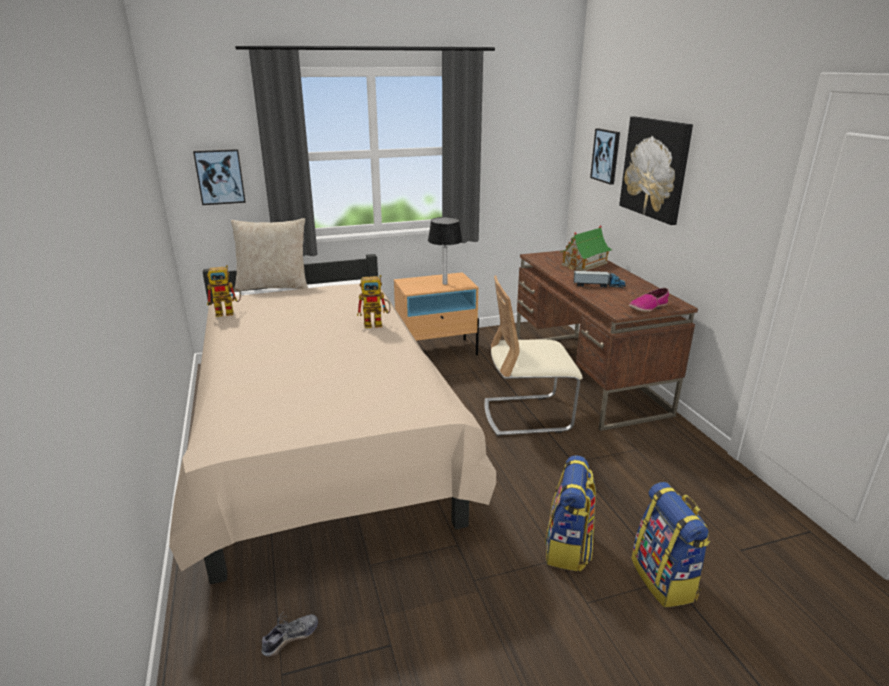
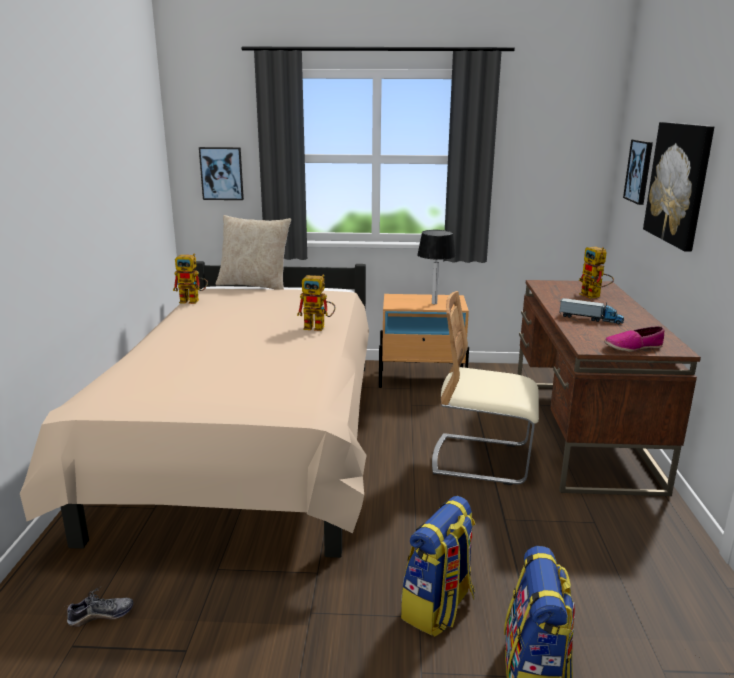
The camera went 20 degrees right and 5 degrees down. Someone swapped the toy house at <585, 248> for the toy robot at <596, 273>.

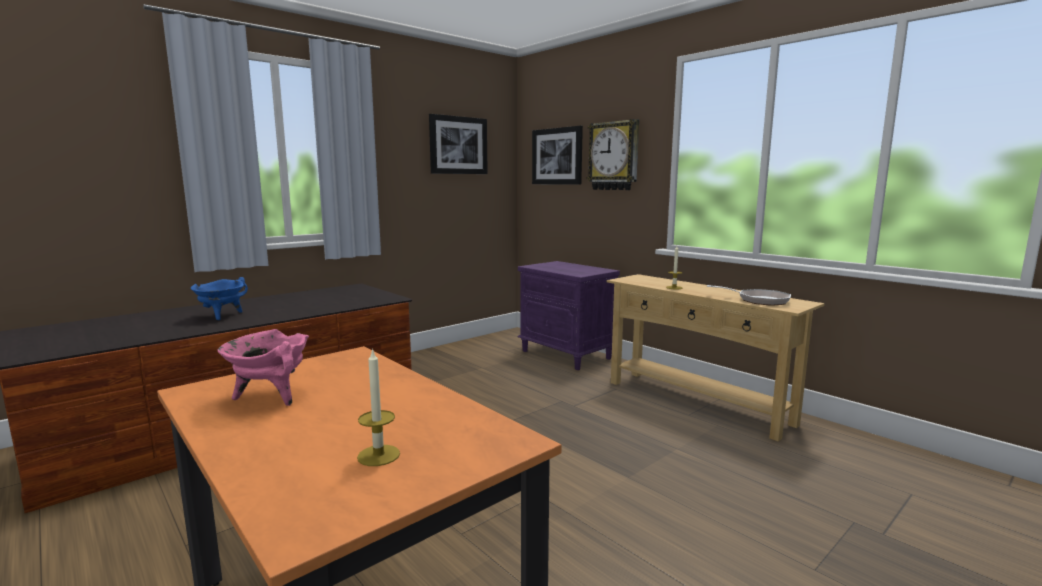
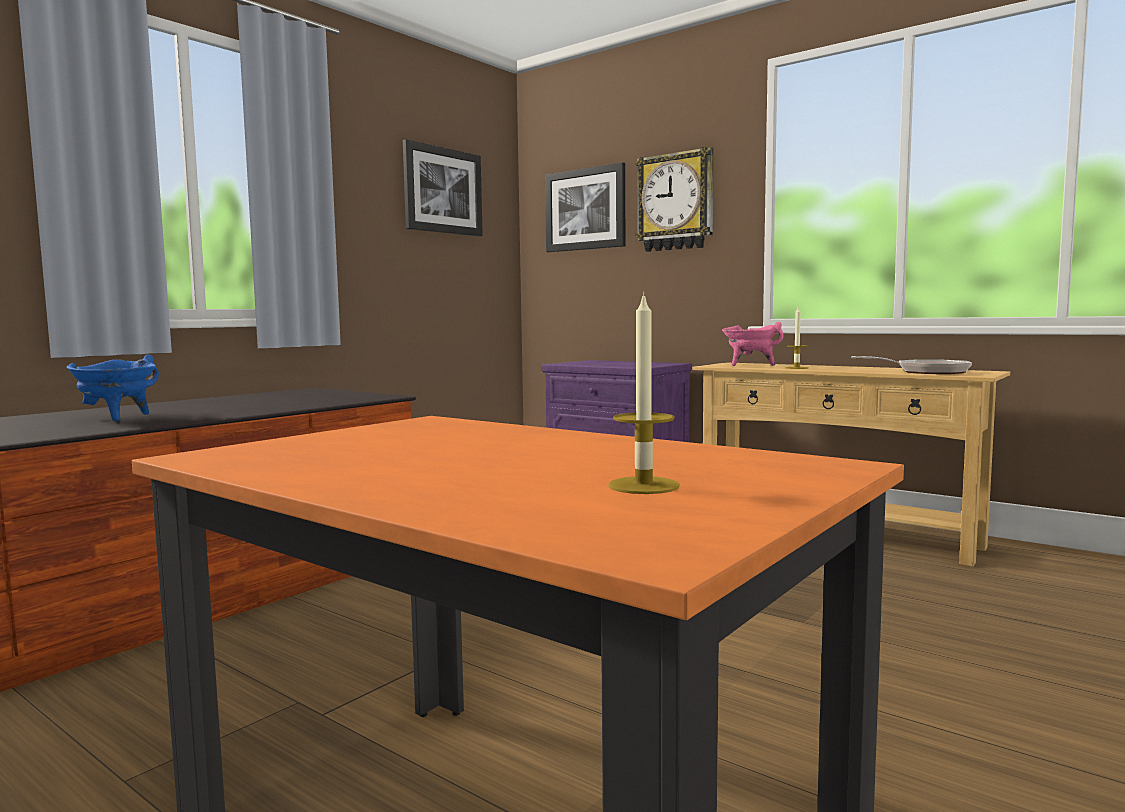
The camera went 10 degrees left and 5 degrees down. Someone carried the pink cooking pot from <263, 367> to <753, 344>.

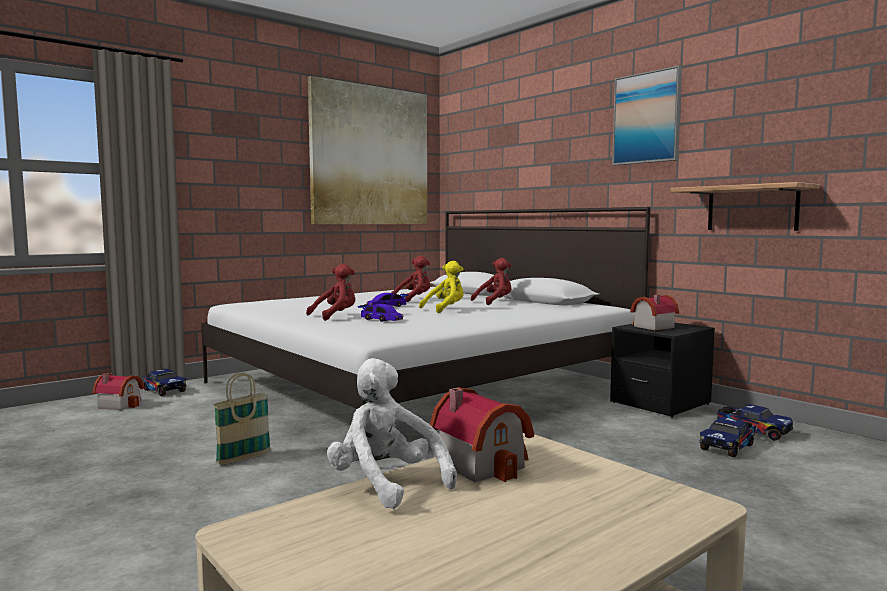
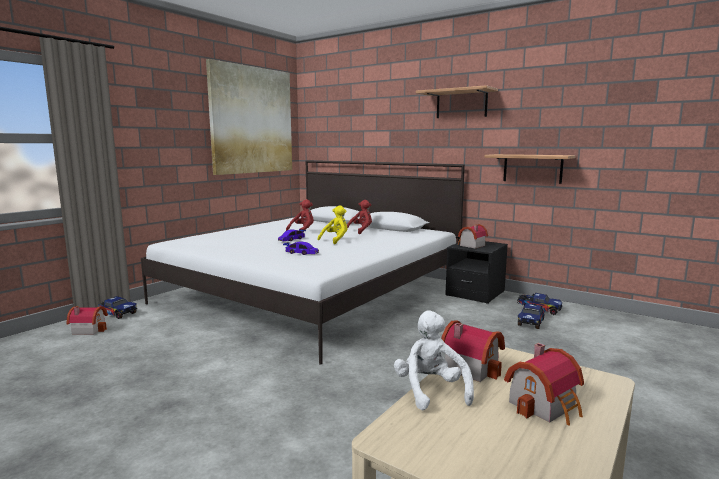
The camera went 15 degrees left and 5 degrees up. Someone took away the basket at <242, 419>. Someone took away the red plush toy at <330, 292>. Someone put down the toy house at <544, 384>. Someone swapped the picture at <647, 115> for the shelf at <457, 101>. Someone rotated the white plush toy at <392, 433> by 45 degrees clockwise.

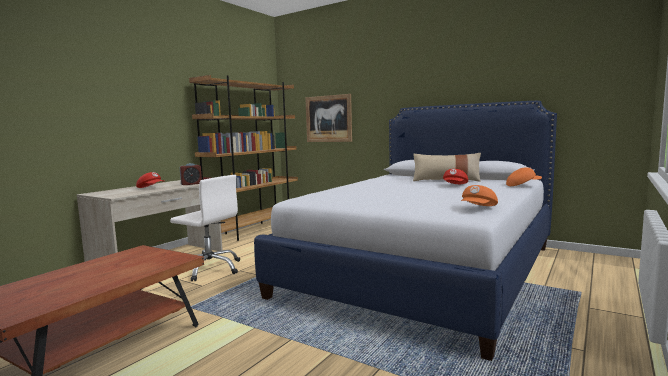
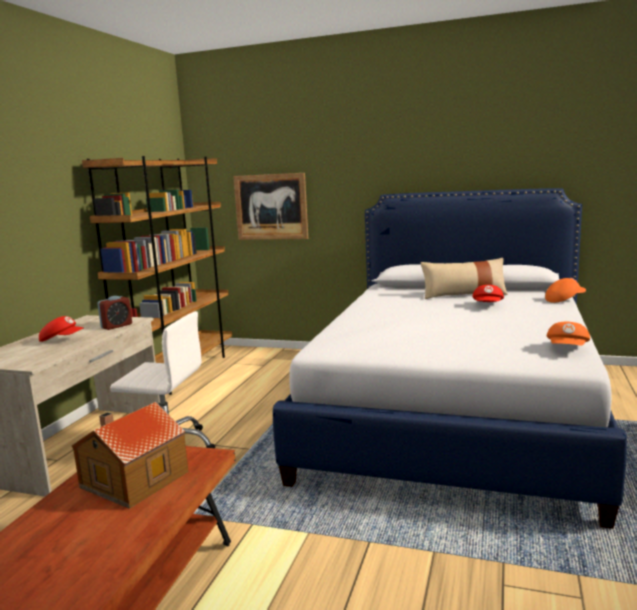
The camera went 15 degrees left and 5 degrees up. Someone put down the toy house at <129, 455>.

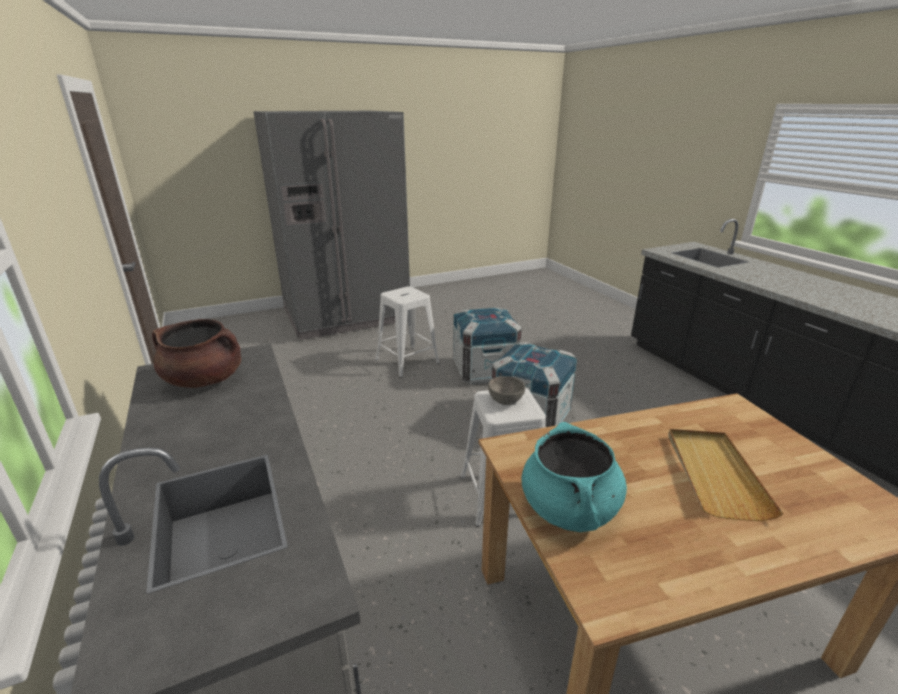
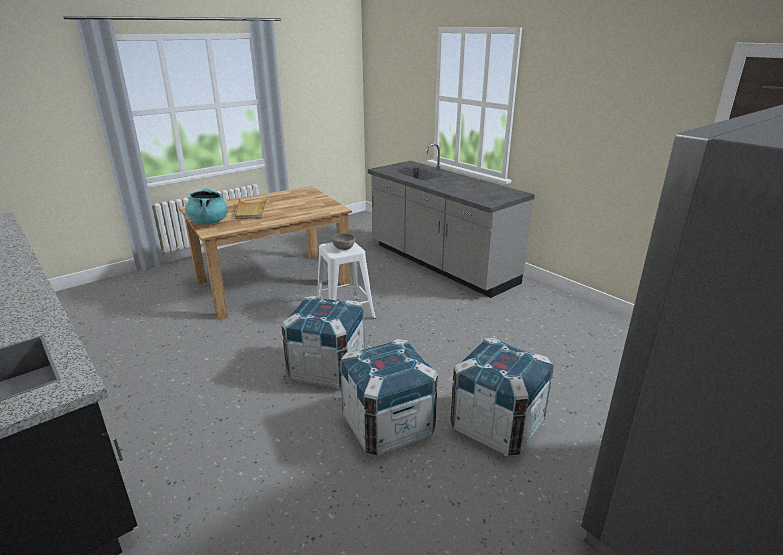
The camera went 165 degrees right and 0 degrees up. Someone took away the brown cooking pot at <196, 353>. Someone carried the turquoise cooking pot from <574, 477> to <206, 206>. Someone swapped the white stool at <407, 332> for the crate at <502, 397>.

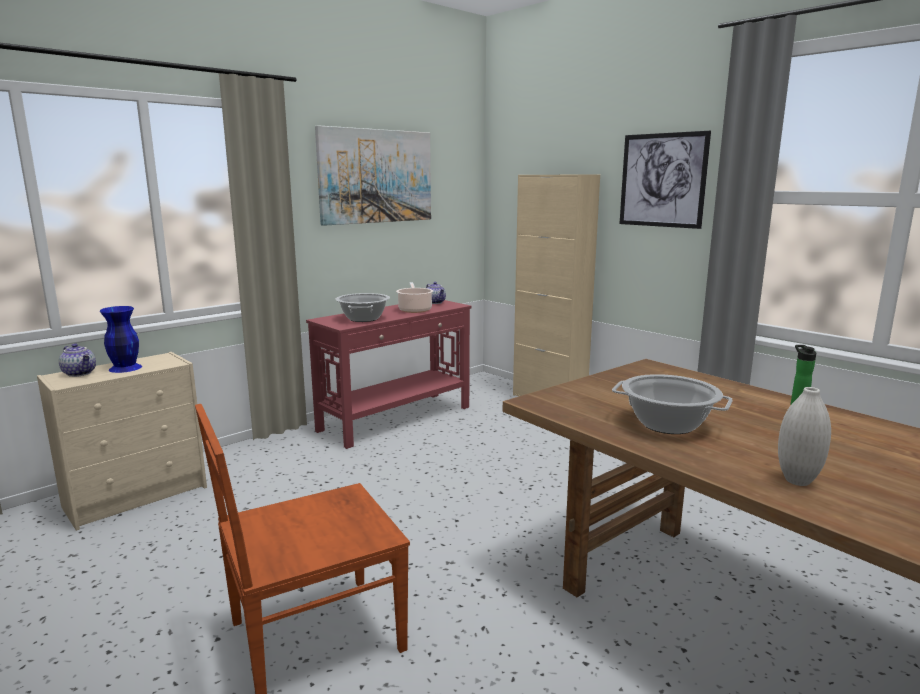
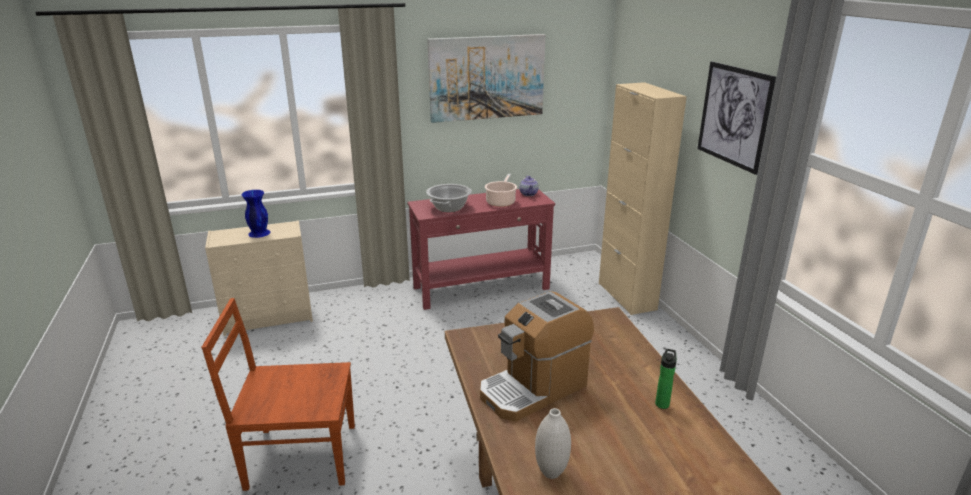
The camera went 25 degrees right and 10 degrees up. Someone took away the teapot at <77, 360>. Someone swapped the cooking pot at <672, 404> for the coffee machine at <537, 356>.

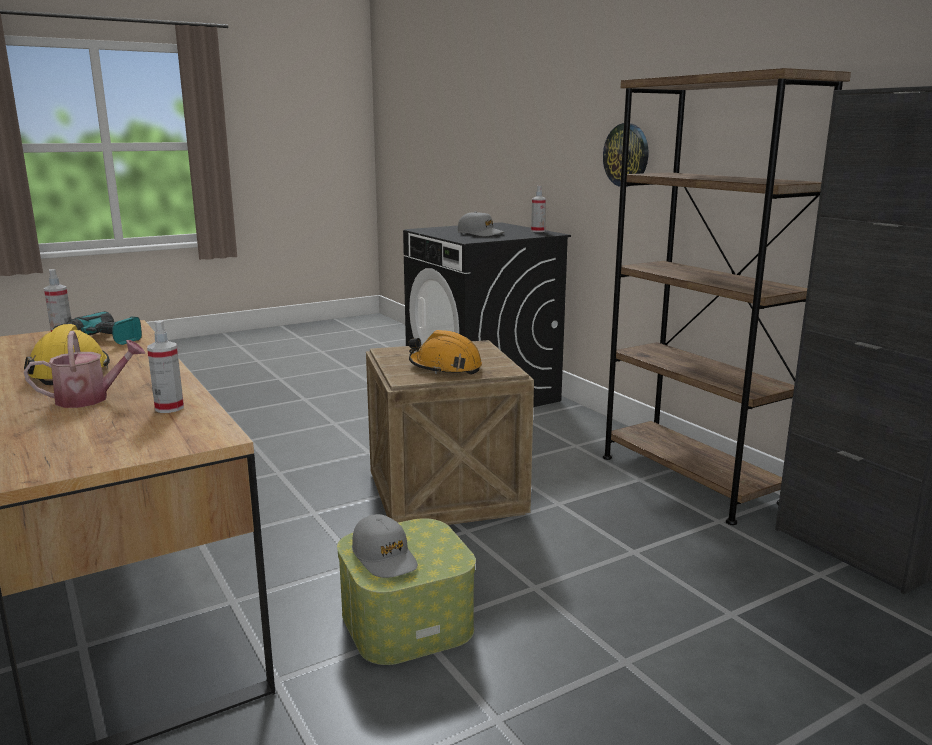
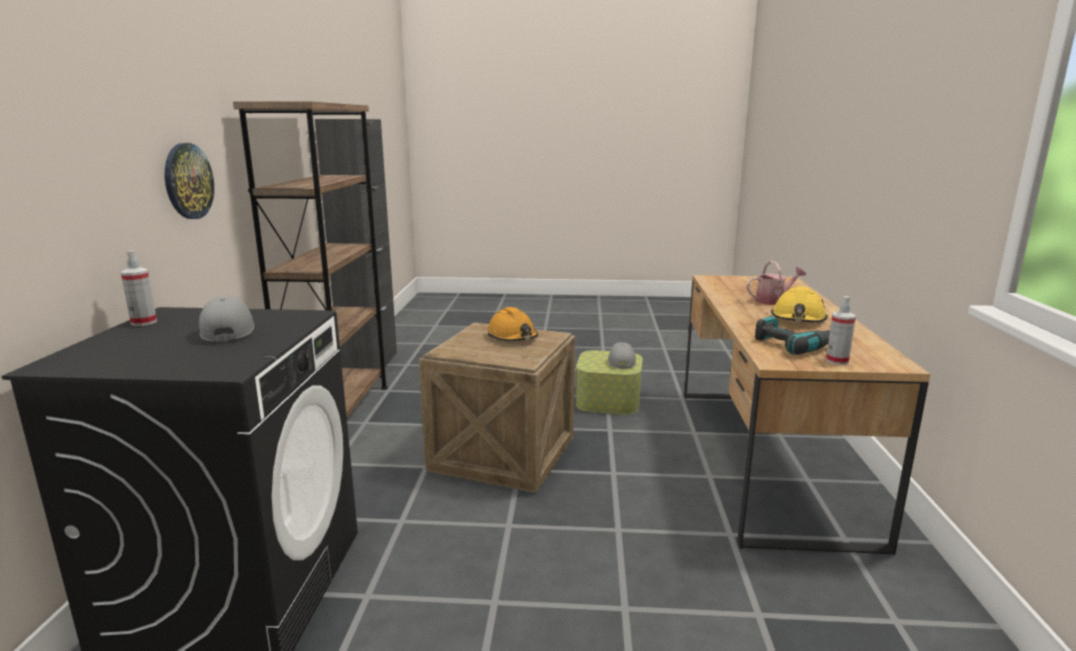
The camera went 145 degrees left and 0 degrees up. Someone took away the spray bottle at <165, 367>. Someone rotated the watering can at <85, 369> by 150 degrees clockwise.

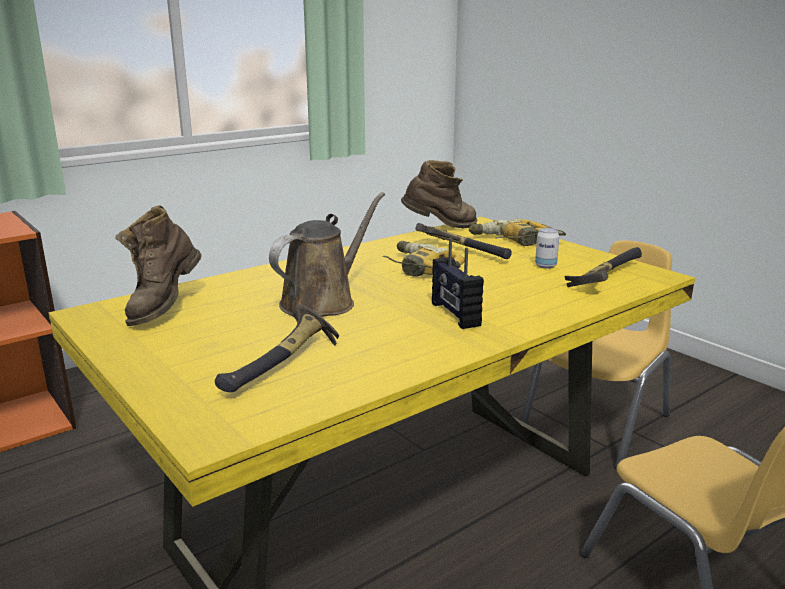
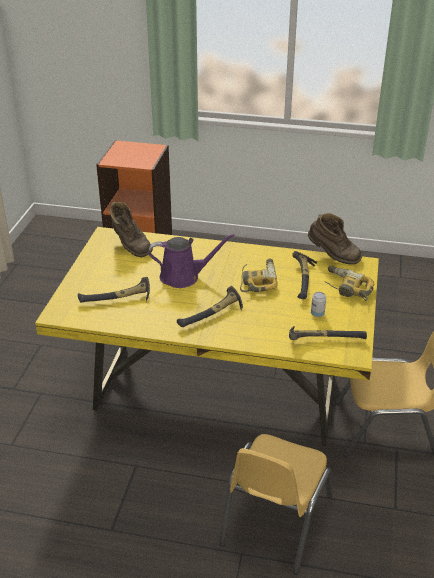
The camera went 50 degrees right and 15 degrees up. Someone swapped the radio at <458, 283> for the hammer at <210, 306>. Someone repainted the brown watering can at <327, 254>, which became the purple watering can at <191, 261>. Someone rotated the brown boot at <159, 265> by 105 degrees counterclockwise.

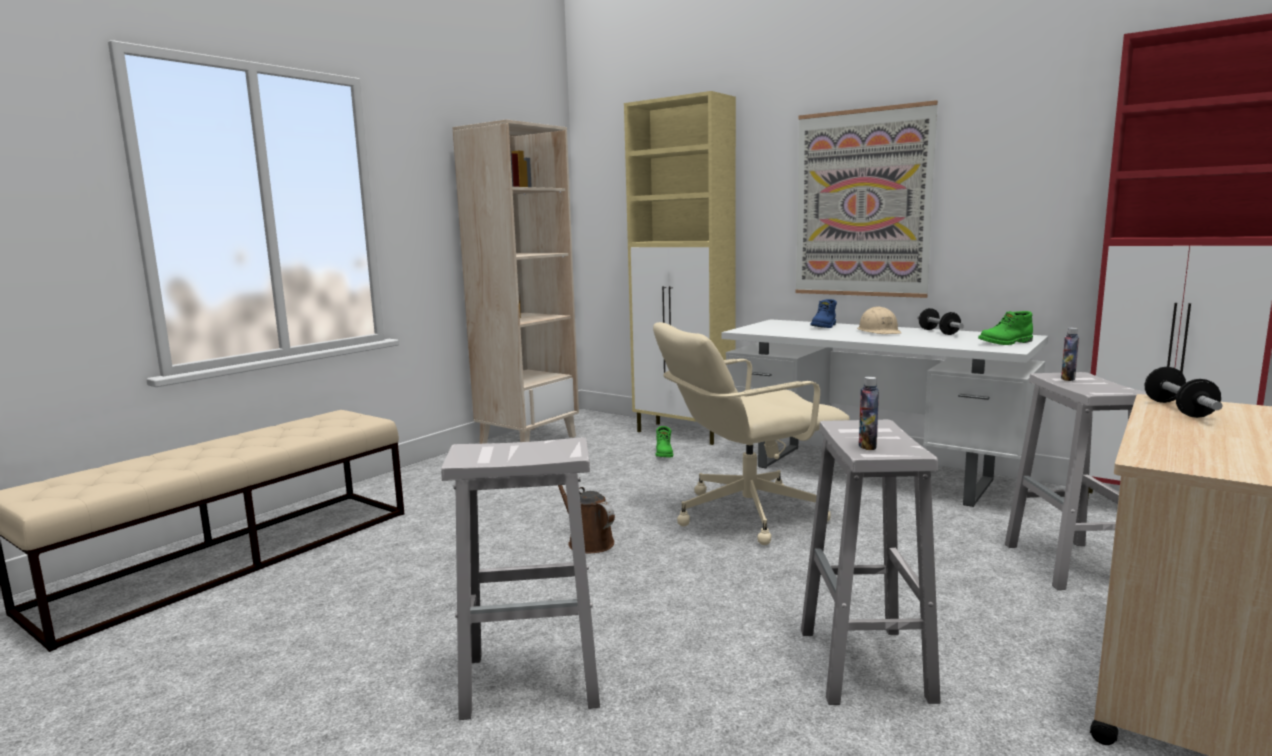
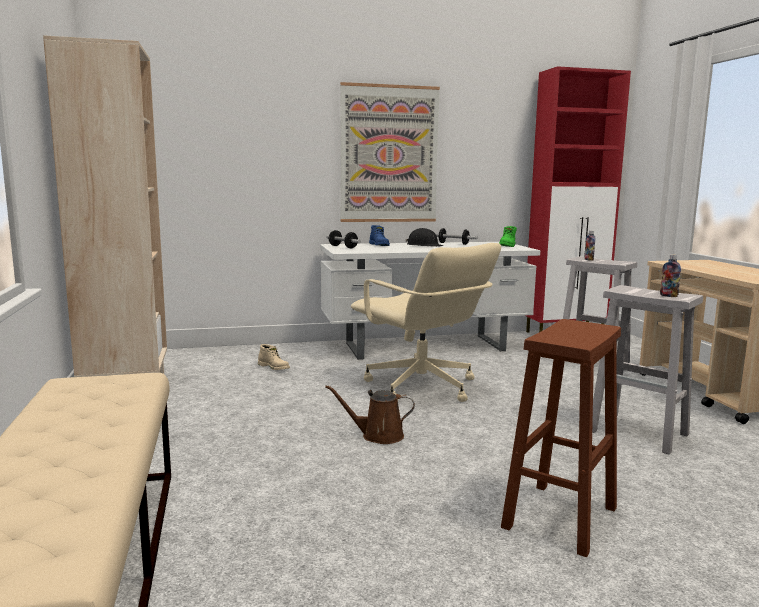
The camera went 50 degrees left and 0 degrees up. Someone took away the beige cabinet at <680, 268>. Someone carried the dumbbell from <1183, 392> to <343, 239>. Someone repainted the white stool at <520, 578>, which became the brown stool at <561, 438>. Someone repainted the green boot at <664, 441>, which became the beige boot at <274, 357>. Someone repainted the beige hard hat at <879, 320>, which became the black hard hat at <425, 237>. Someone rotated the beige office chair at <751, 433> by 60 degrees counterclockwise.

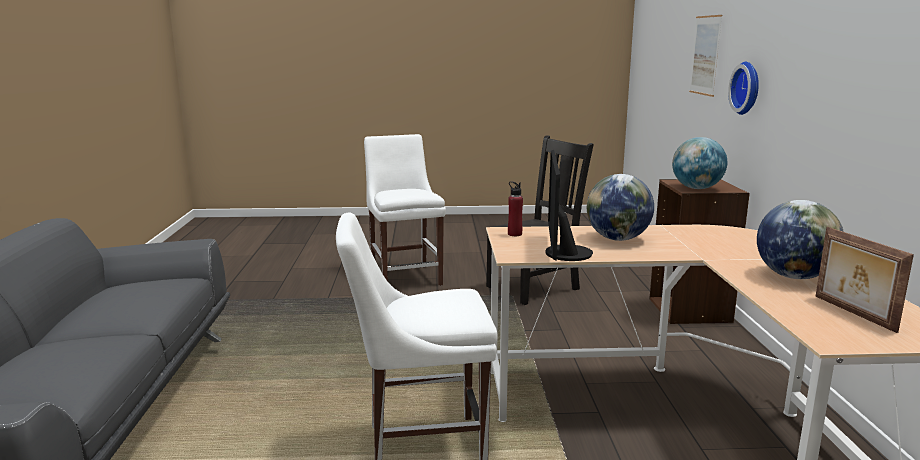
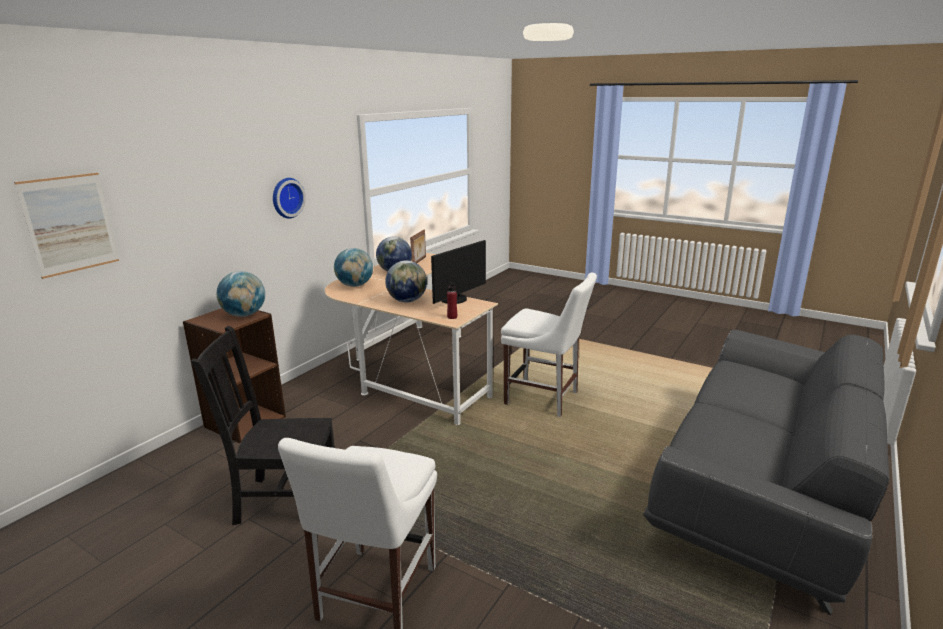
The camera went 145 degrees left and 5 degrees up. Someone put down the globe at <353, 267>. Someone carried the wall clock from <743, 88> to <289, 198>.

